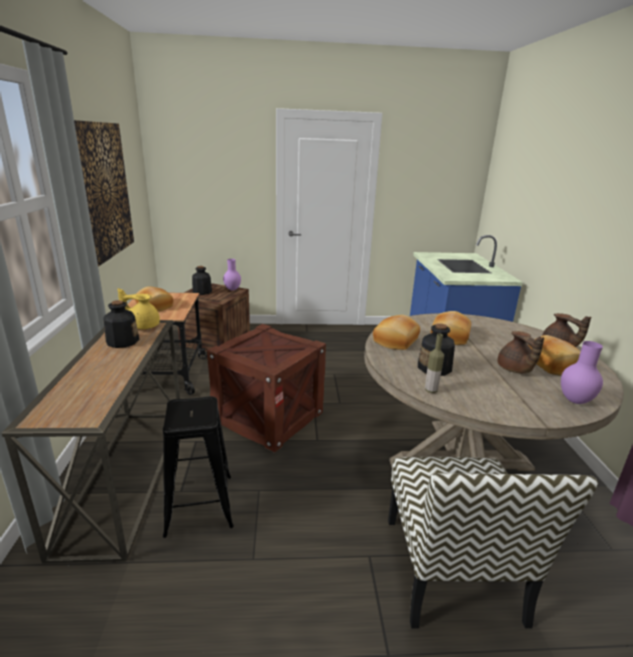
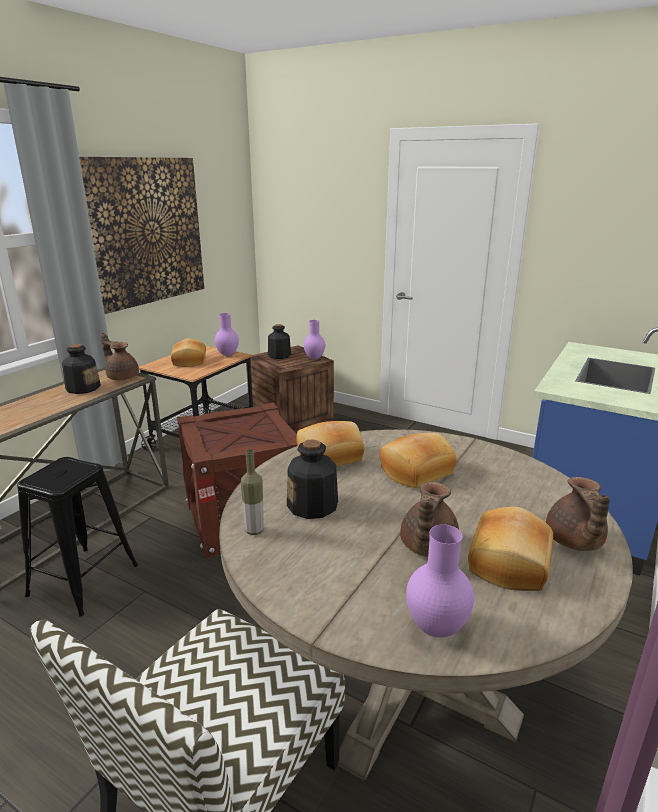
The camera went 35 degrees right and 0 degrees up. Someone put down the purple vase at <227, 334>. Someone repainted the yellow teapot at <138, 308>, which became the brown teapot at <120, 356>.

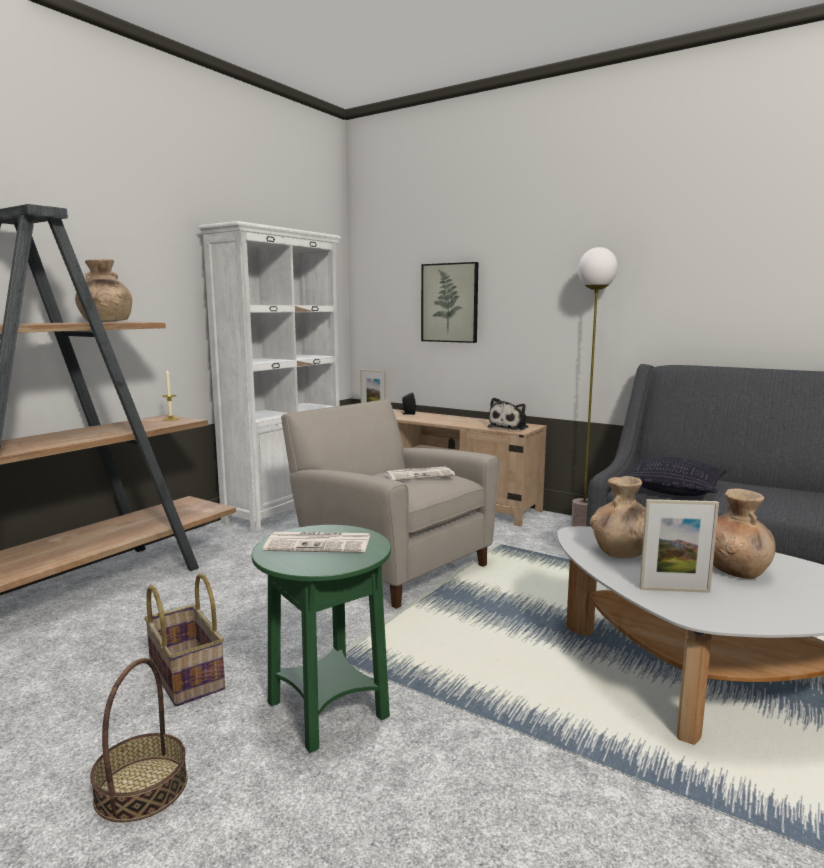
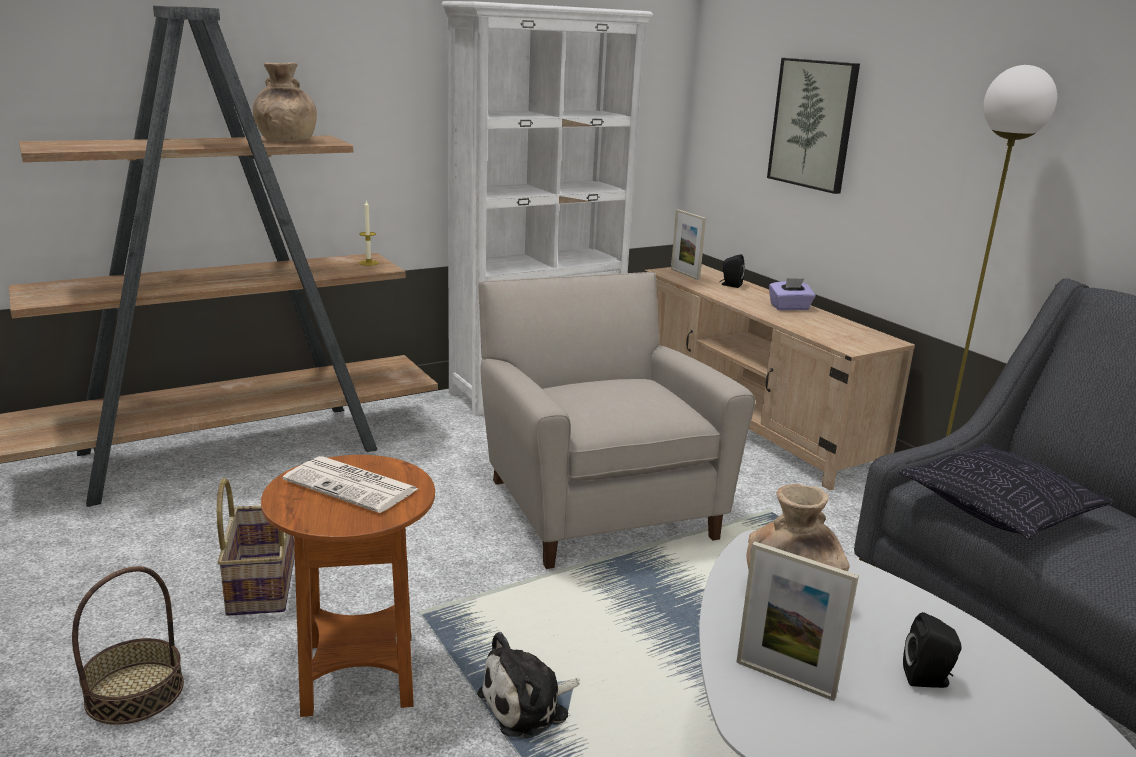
The camera went 25 degrees right and 10 degrees up. Someone took away the newspaper at <419, 474>. Someone put down the purple tissue box at <792, 294>. Someone carried the plush toy from <508, 413> to <528, 685>. Someone swapped the brown vase at <744, 533> for the black speaker at <932, 650>. Someone repainted the green side table at <321, 639>, which became the brown side table at <348, 586>.

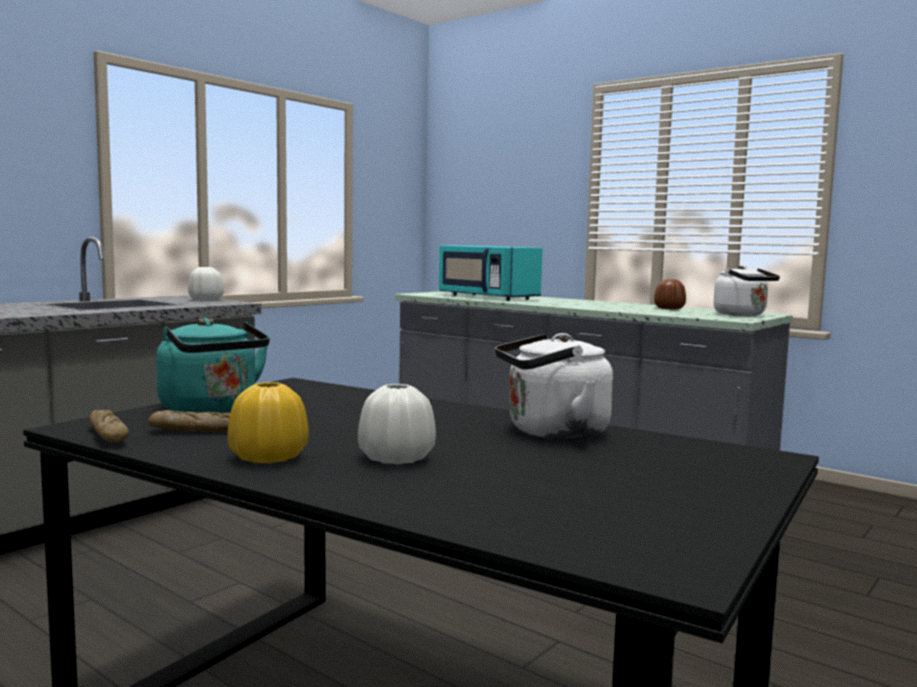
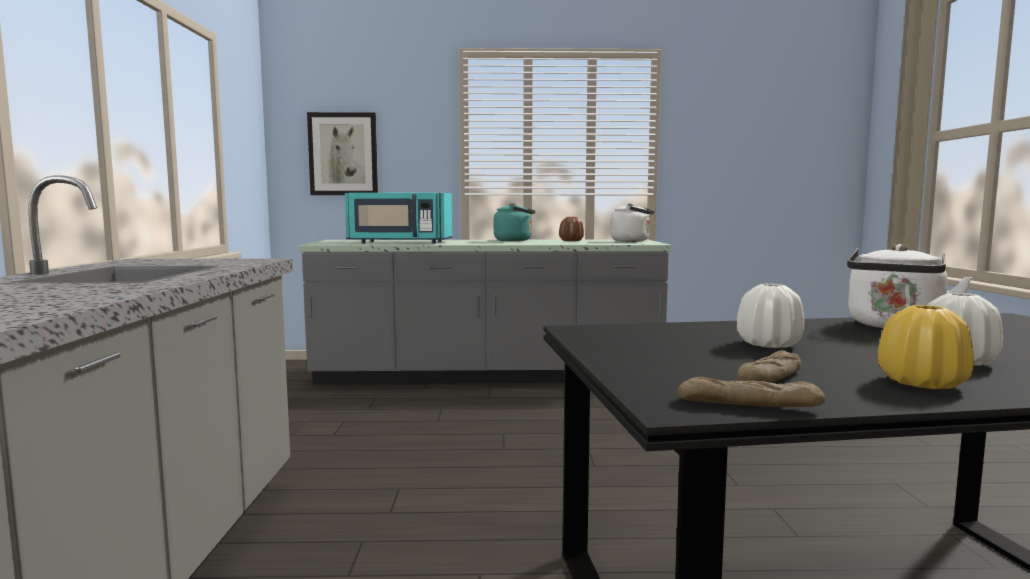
The camera went 40 degrees left and 0 degrees up. Someone put up the picture at <342, 153>. Someone carried the turquoise kettle from <213, 365> to <515, 222>. Someone carried the white vase from <206, 284> to <770, 316>.

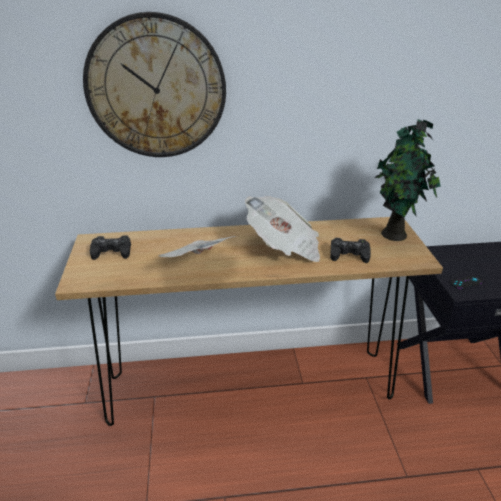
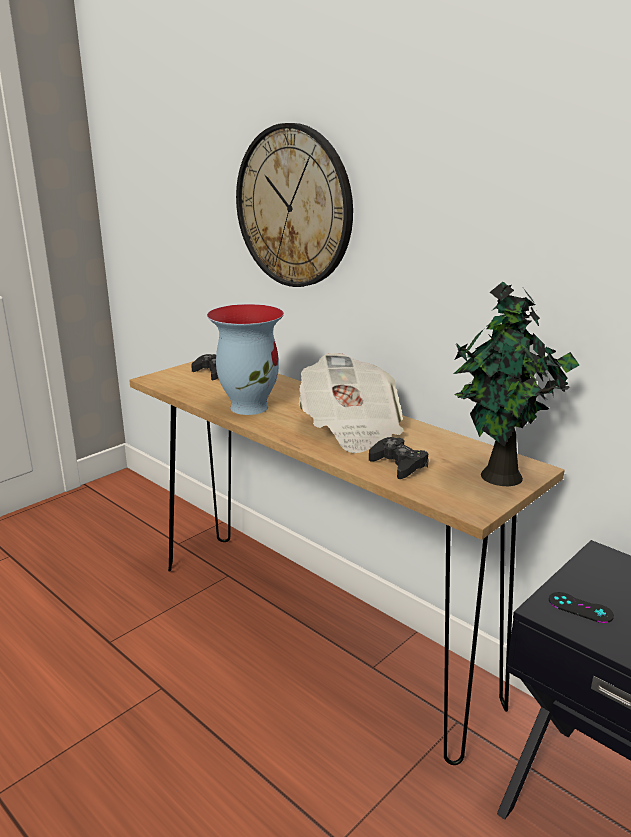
The camera went 50 degrees right and 10 degrees down. Someone swapped the newspaper at <198, 246> for the vase at <245, 359>.

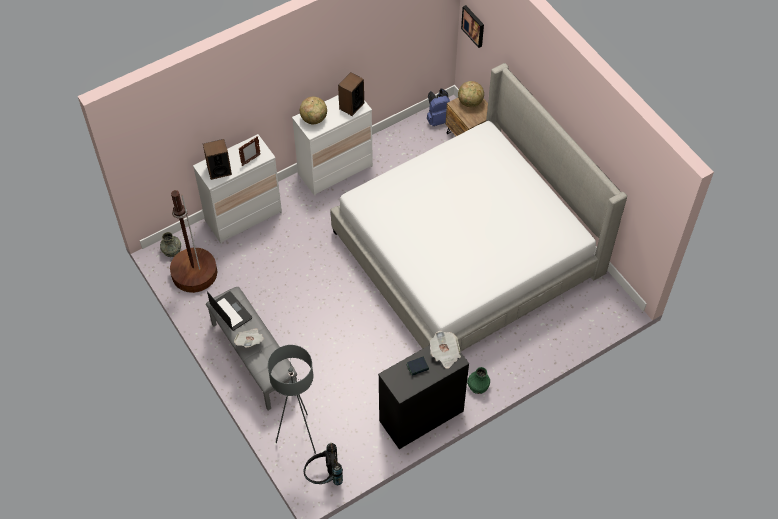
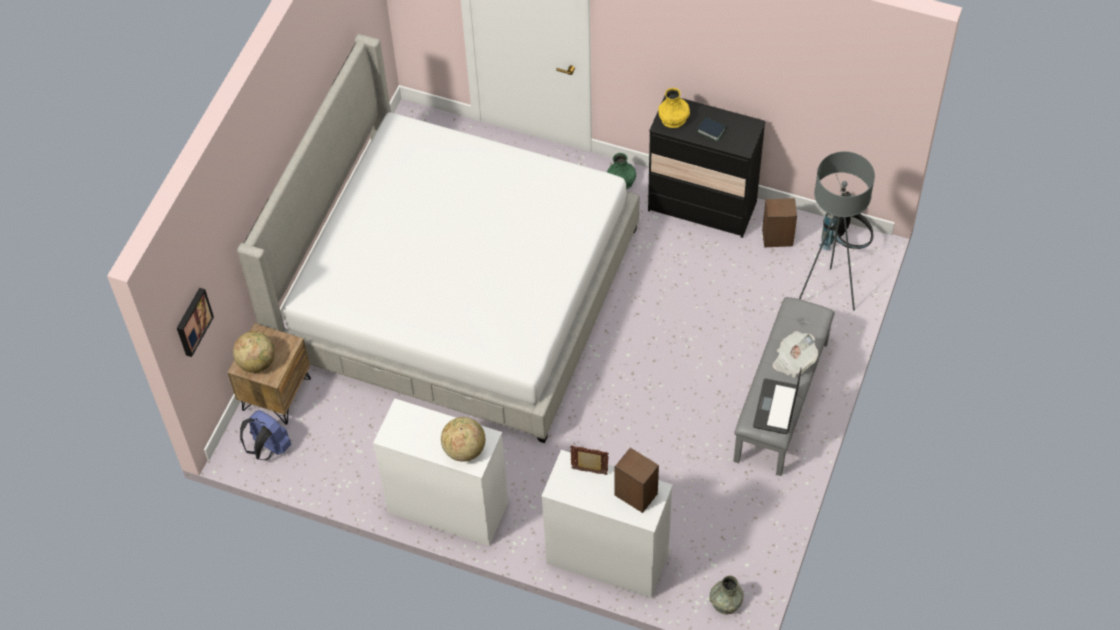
The camera went 125 degrees left and 0 degrees up. Someone took away the brown floor lamp at <194, 241>. Someone carried the speaker from <351, 94> to <779, 222>. Someone swapped the newspaper at <445, 349> for the yellow vase at <674, 108>.

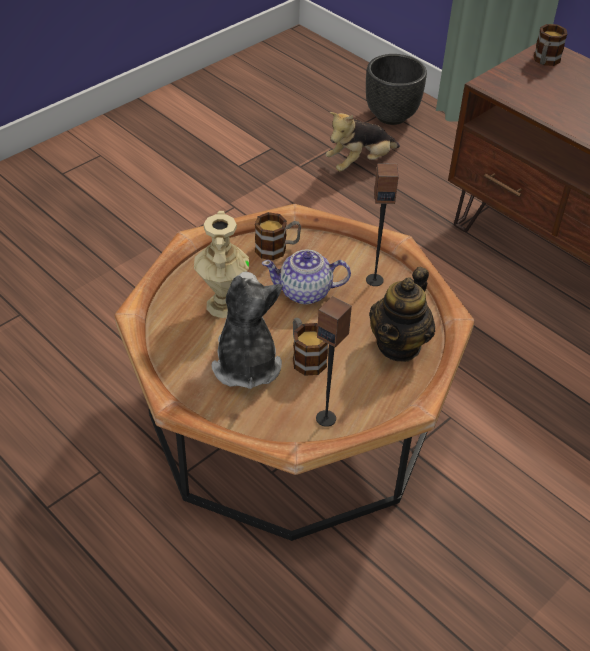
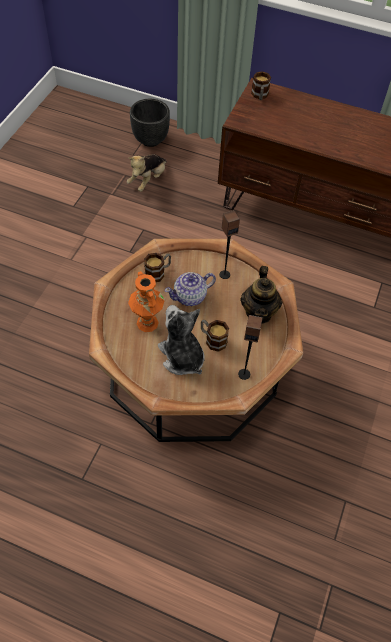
The camera went 25 degrees left and 10 degrees up. Someone repainted the beige vase at <221, 264>, which became the orange vase at <146, 301>.

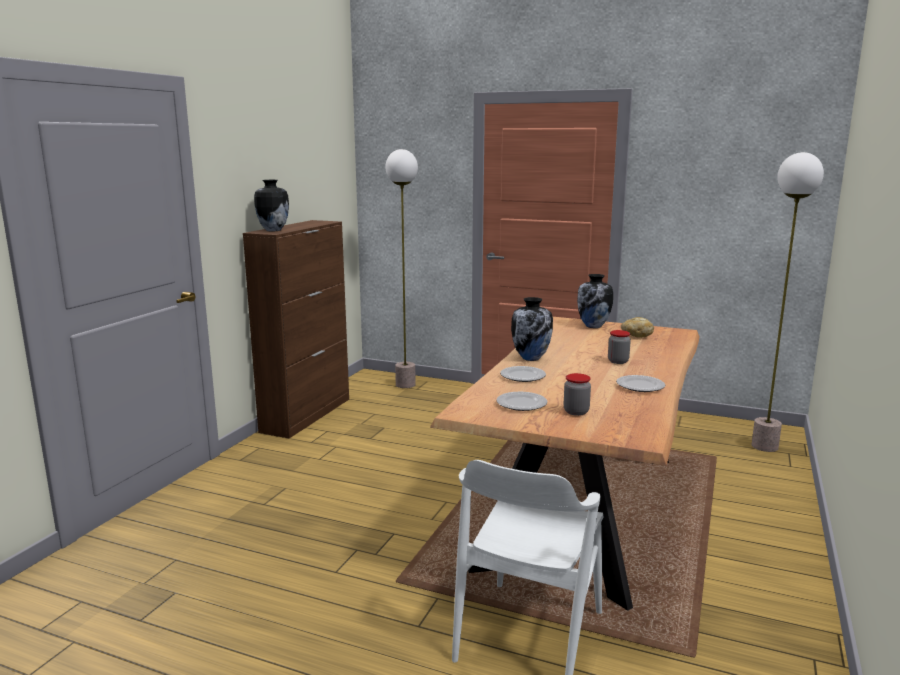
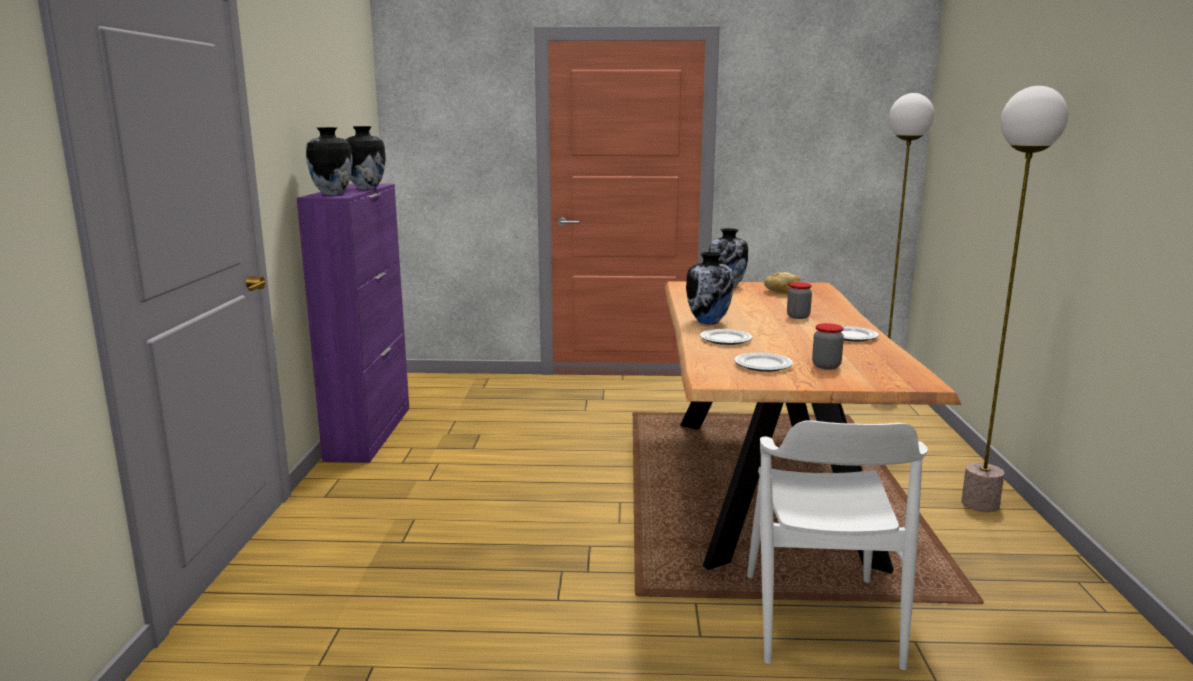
The camera went 20 degrees left and 0 degrees up. Someone put down the vase at <365, 158>. Someone carried the floor lamp from <401, 268> to <1014, 299>. Someone repainted the brown cabinet at <296, 329>, which became the purple cabinet at <352, 323>.

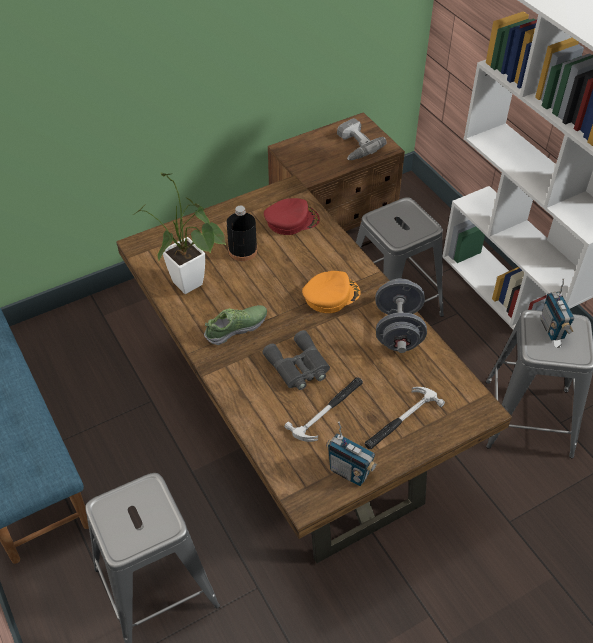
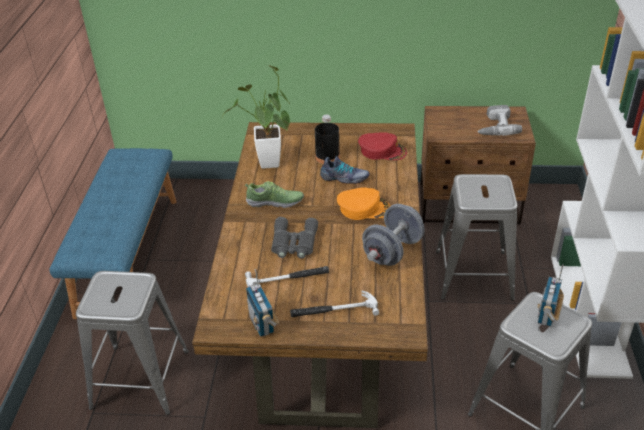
The camera went 35 degrees right and 10 degrees down. Someone put down the shoe at <344, 170>.

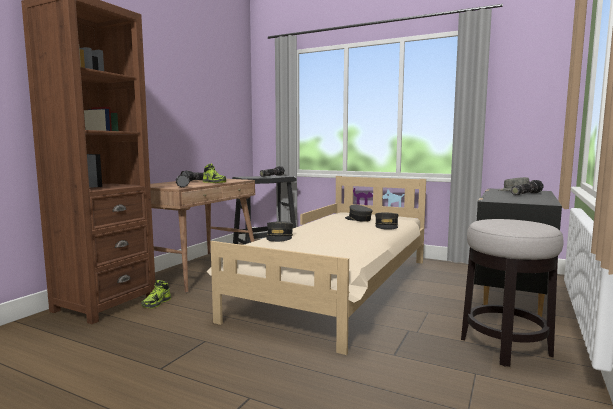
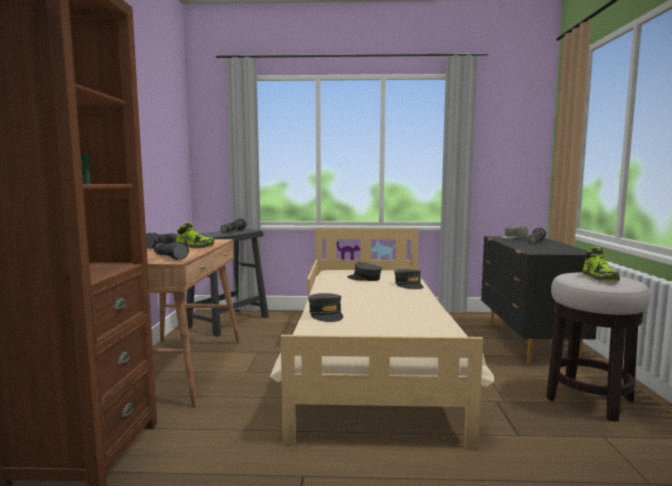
The camera went 25 degrees left and 0 degrees up. Someone carried the shoe from <156, 294> to <601, 264>.

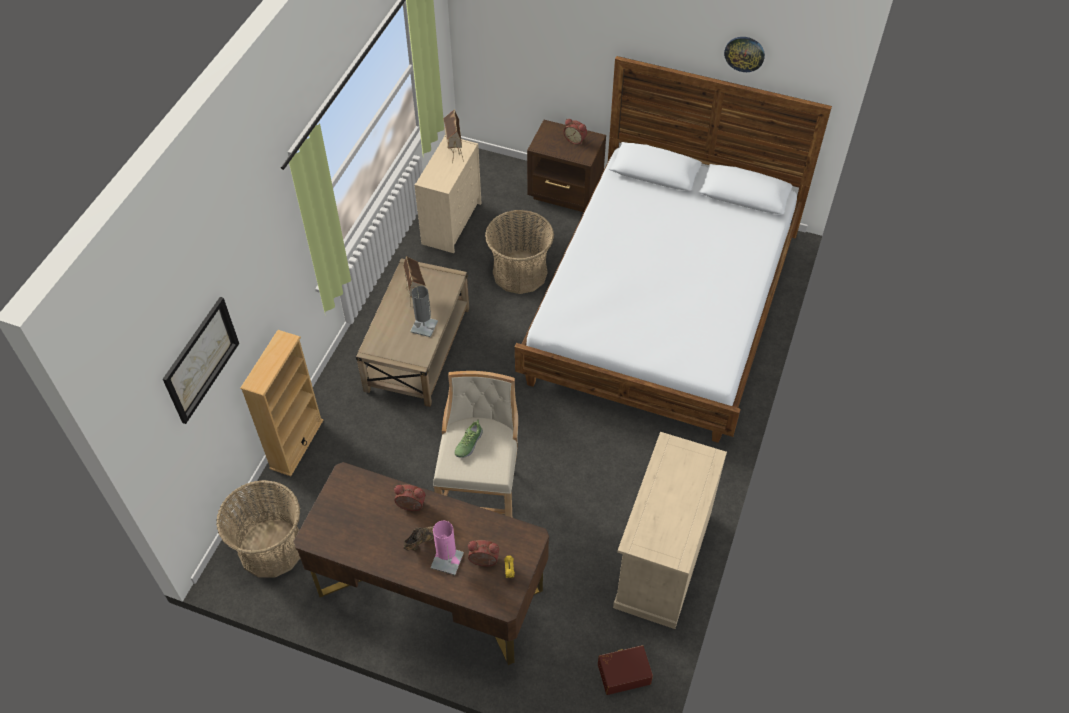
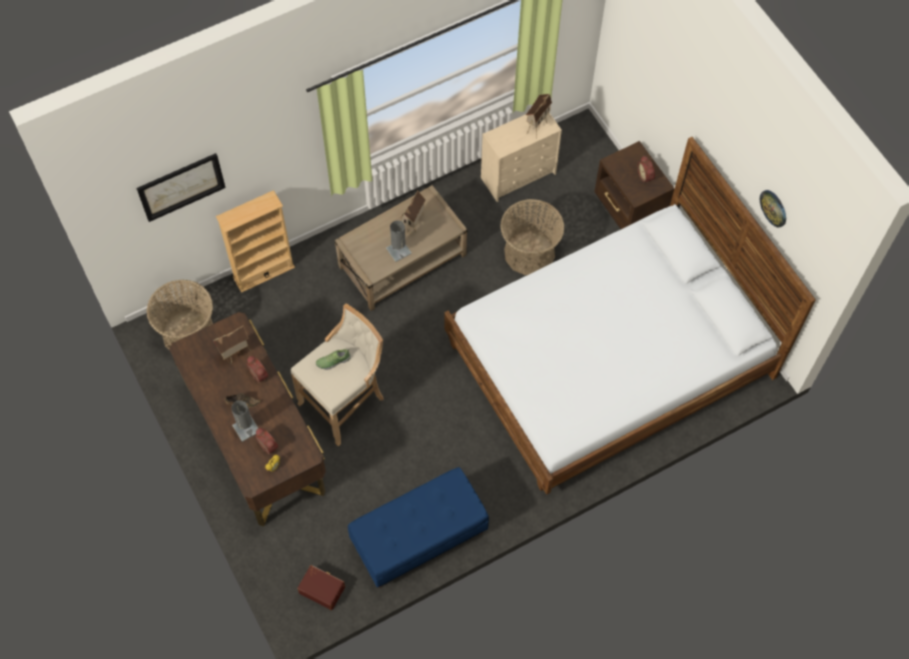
The camera went 40 degrees right and 10 degrees up. Someone put down the toy house at <232, 344>. Someone swapped the beige cabinet at <670, 530> for the blue bench at <418, 527>. Someone repainted the pink table lamp at <447, 548>, which became the grey table lamp at <244, 421>.

